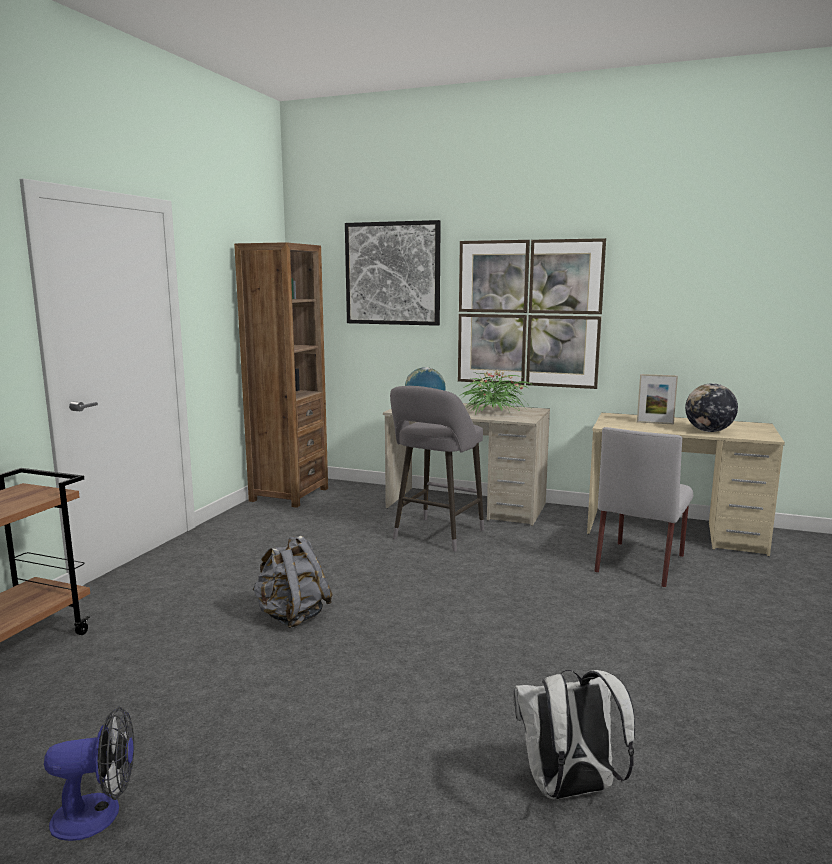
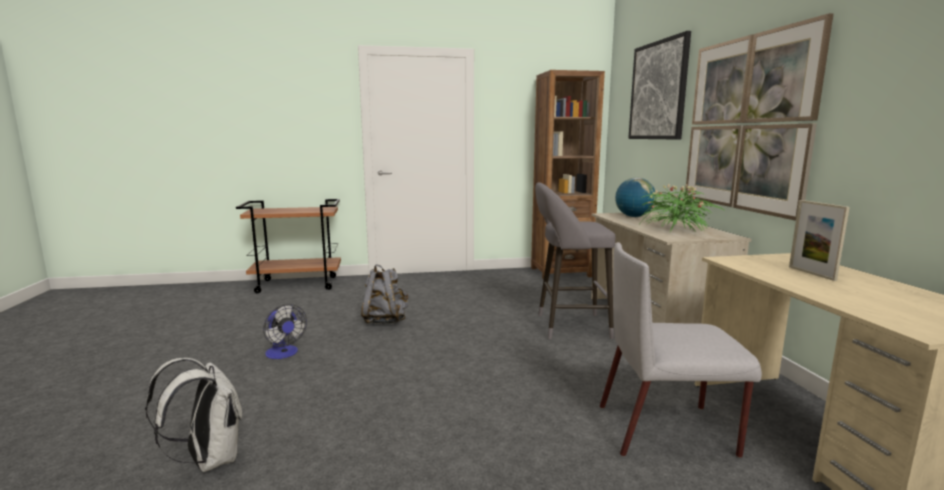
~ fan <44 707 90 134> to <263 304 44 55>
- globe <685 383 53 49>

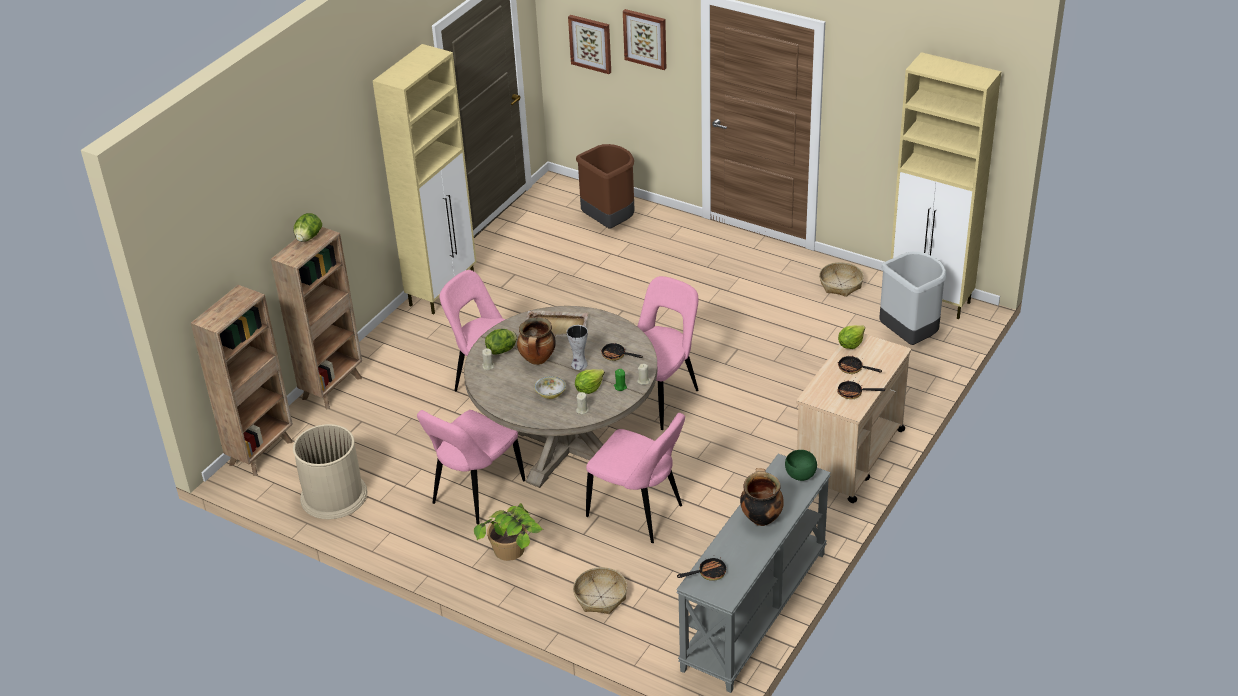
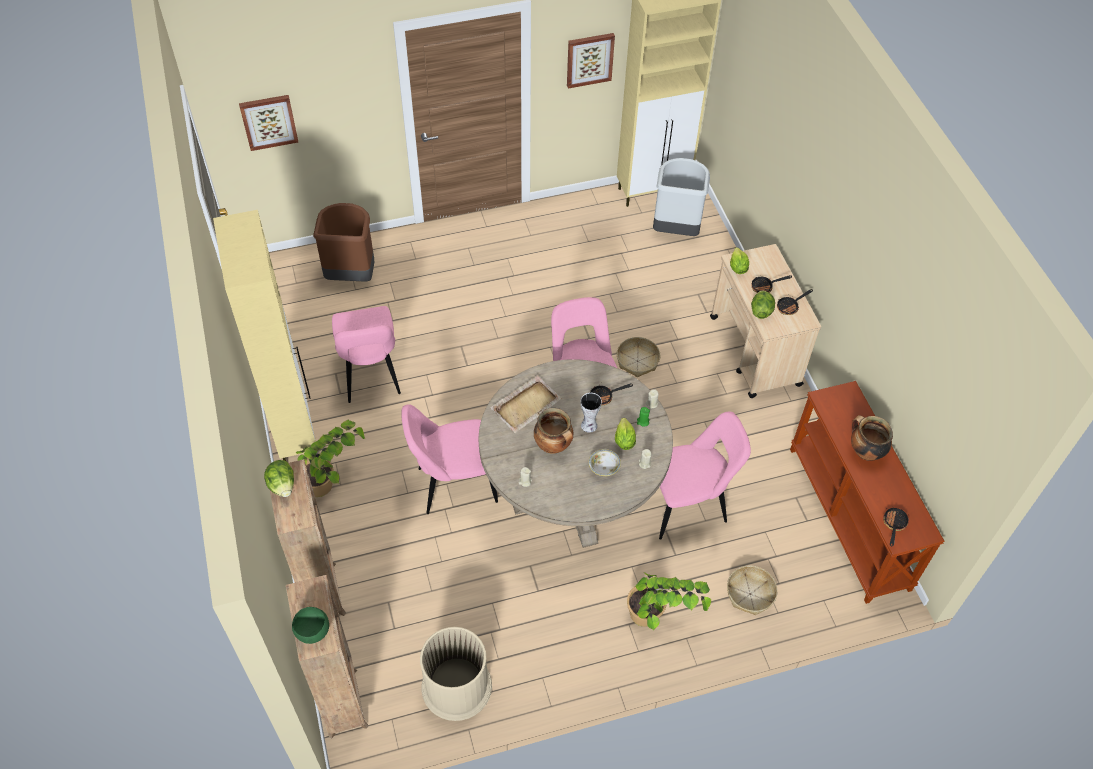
~ green bowl <785 450 32 31> to <292 607 37 37>
+ potted plant <296 420 69 77>
~ pink chair <417 410 108 115> to <332 306 69 97>
~ picture <623 9 43 61> to <567 33 48 56>
~ basket <819 262 45 35> to <617 337 44 40>
~ lettuce <485 329 32 26> to <751 291 24 28>
~ grey console table <676 454 155 239> to brown console table <790 381 155 223>

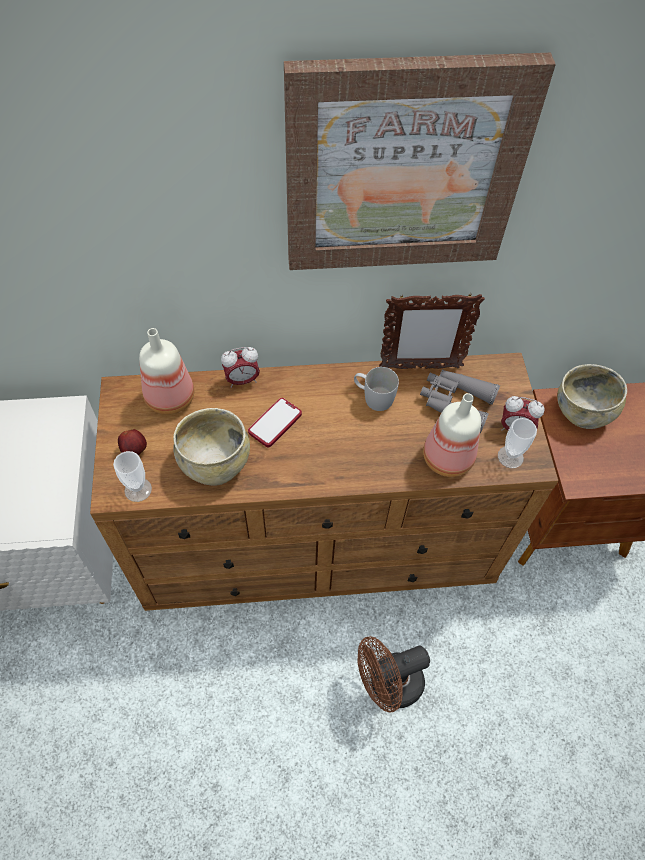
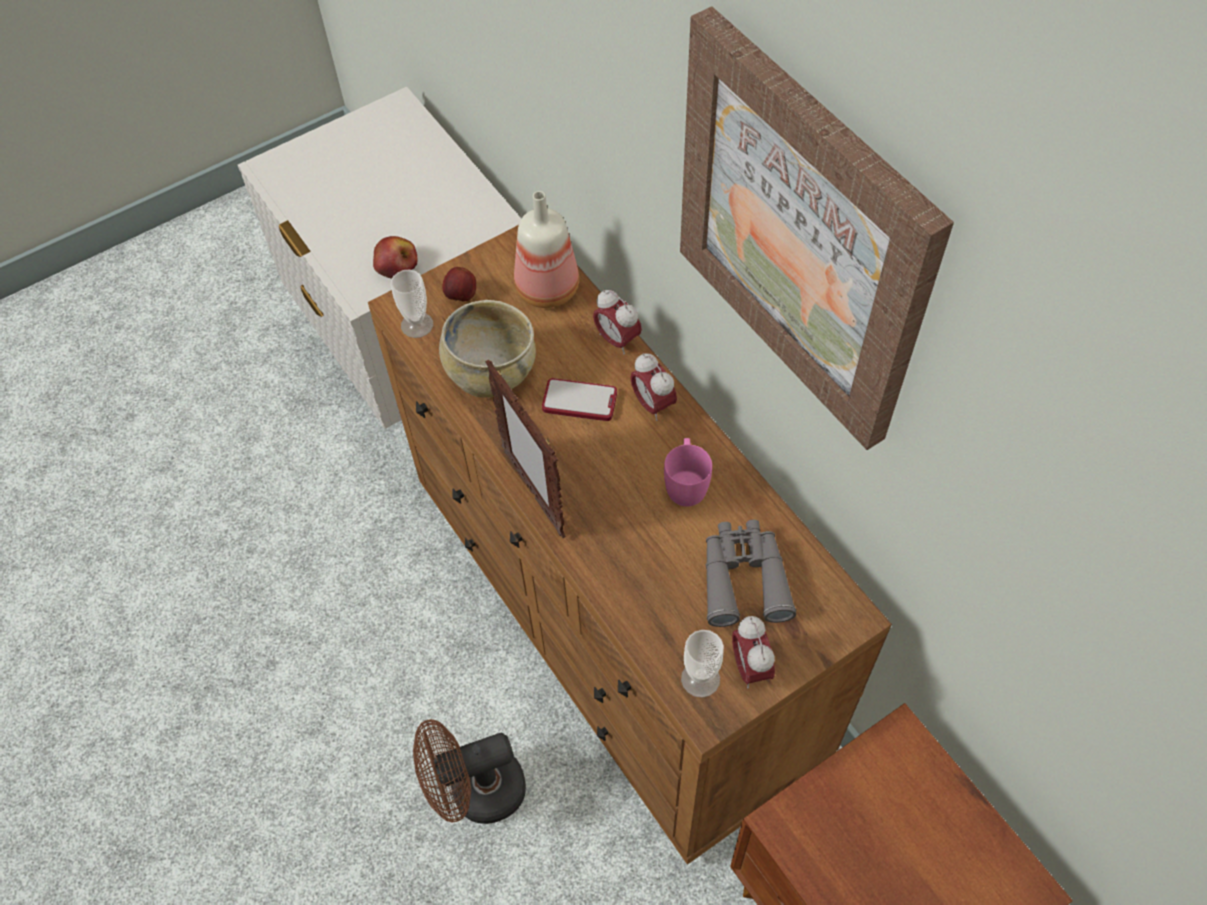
+ apple <373 236 45 43>
~ brown fan <357 636 73 76> = <413 719 113 105> 60 degrees counterclockwise
~ picture frame <379 293 106 76> to <485 360 81 178>
+ alarm clock <630 353 47 68>
~ white mug <354 367 45 44> to pink mug <664 438 48 68>
- bottle <423 393 58 84>
- beige bowl <557 364 70 65>

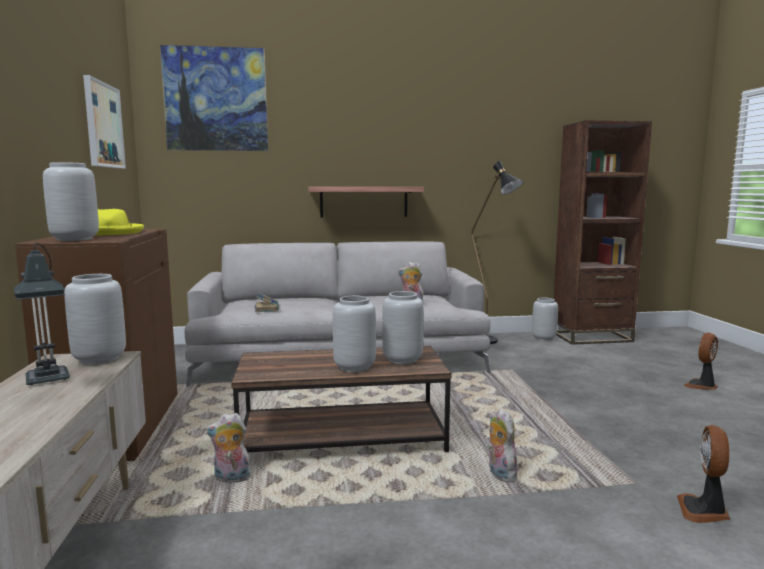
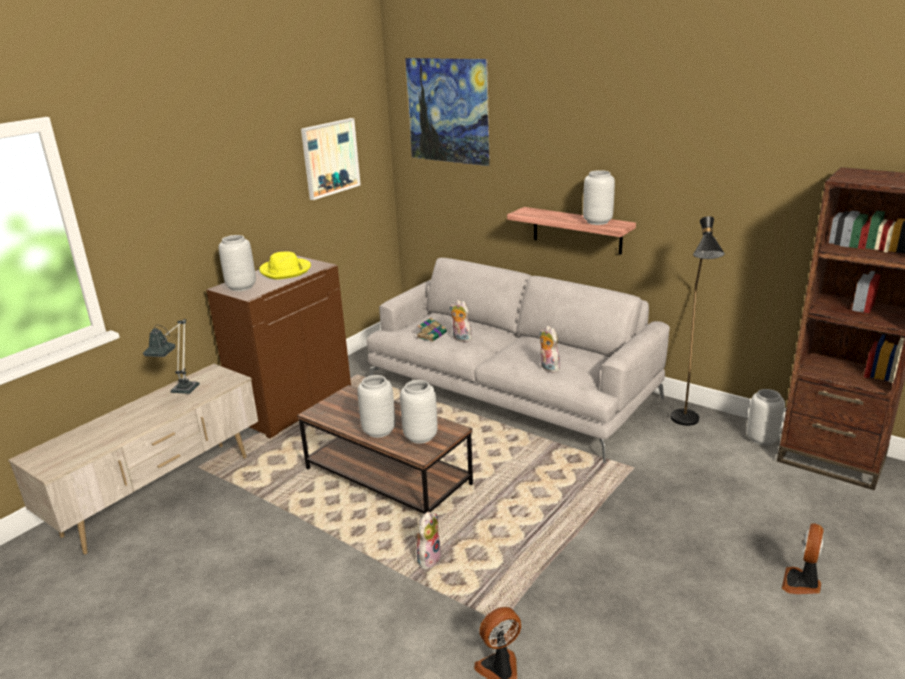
~ plush toy <206 413 47 70> to <450 300 22 42>
~ grey vase <64 274 62 91> to <583 170 32 55>
~ fan <683 332 35 58> = <782 523 42 71> 60 degrees counterclockwise

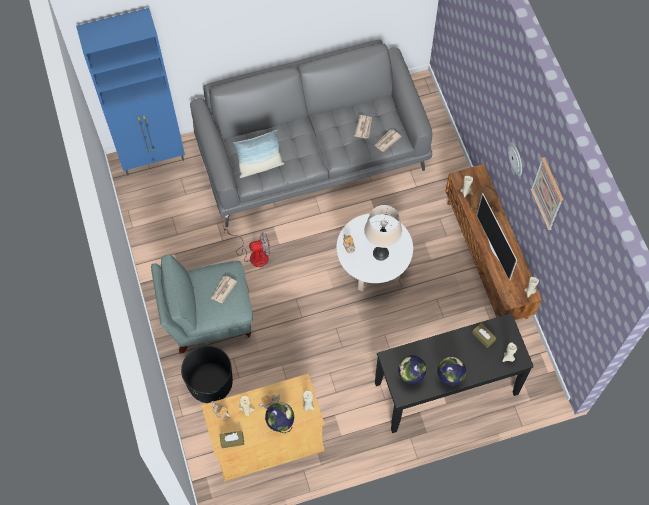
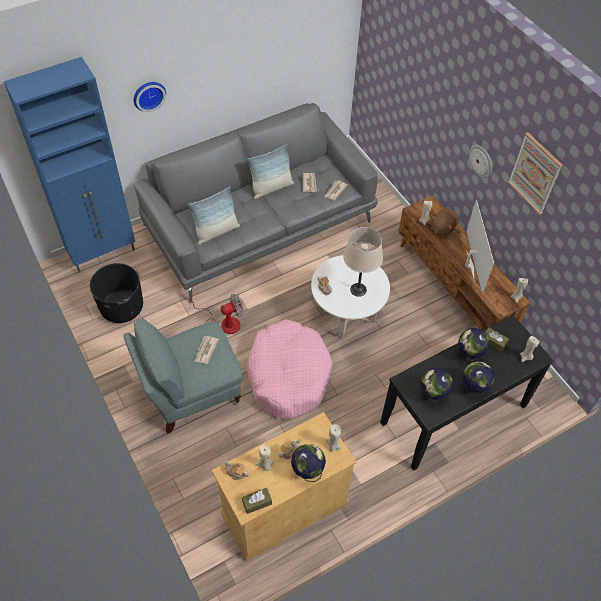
~ black planter <181 345 52 58> to <90 263 53 60>
+ wall clock <134 82 32 30>
+ pink dog bed <246 319 87 100>
+ pillow <247 144 47 56>
+ globe <458 328 32 33>
~ television <477 193 40 88> = <465 200 29 93> 150 degrees counterclockwise

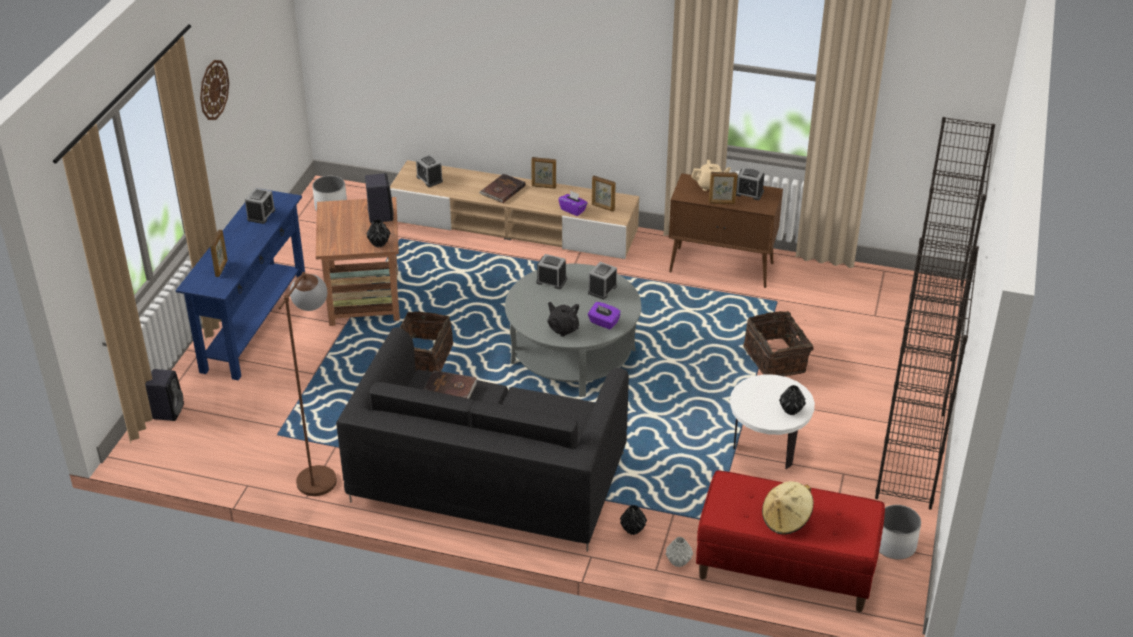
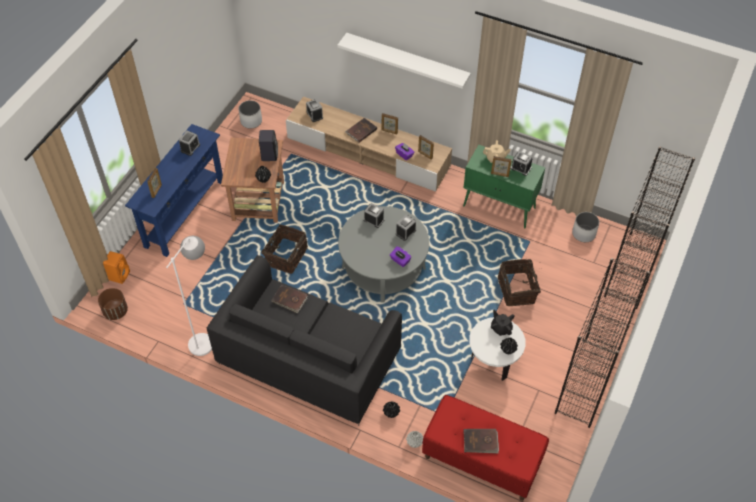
+ brown planter <98 288 30 32>
~ black speaker <145 369 39 52> to orange speaker <103 251 27 33>
~ brown floor lamp <279 272 58 224> to white floor lamp <166 236 46 120>
+ white shelf <337 33 134 56>
~ brown cabinet <669 173 114 115> to green cabinet <463 145 82 84>
~ beige hat <762 481 52 54> to brown book <463 429 36 25>
~ black teapot <547 302 32 35> to <491 310 24 26>
~ white planter <879 505 42 54> to <572 212 27 30>
- wall clock <200 60 29 60>

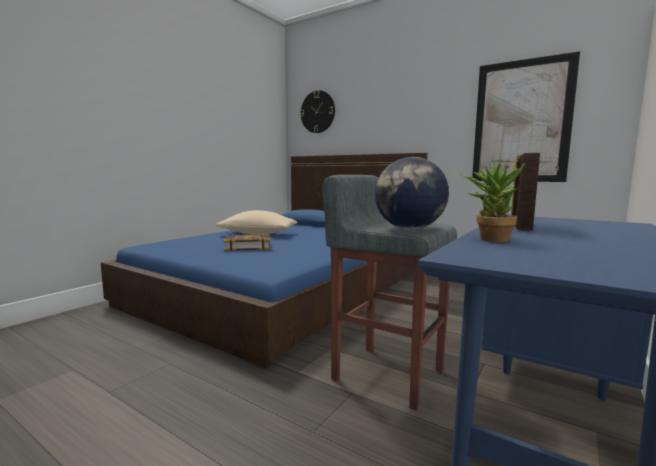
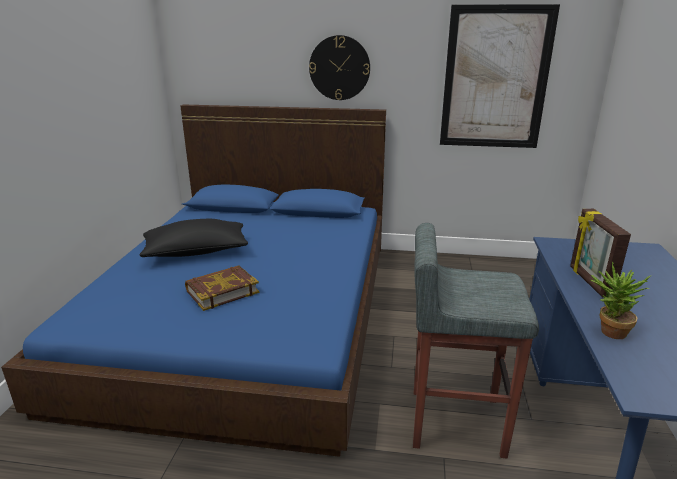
~ beige pillow <215 210 82 25> to black pillow <140 219 108 38>
~ wall clock <300 90 35 43> to <309 35 61 65>
- globe <375 157 74 73>

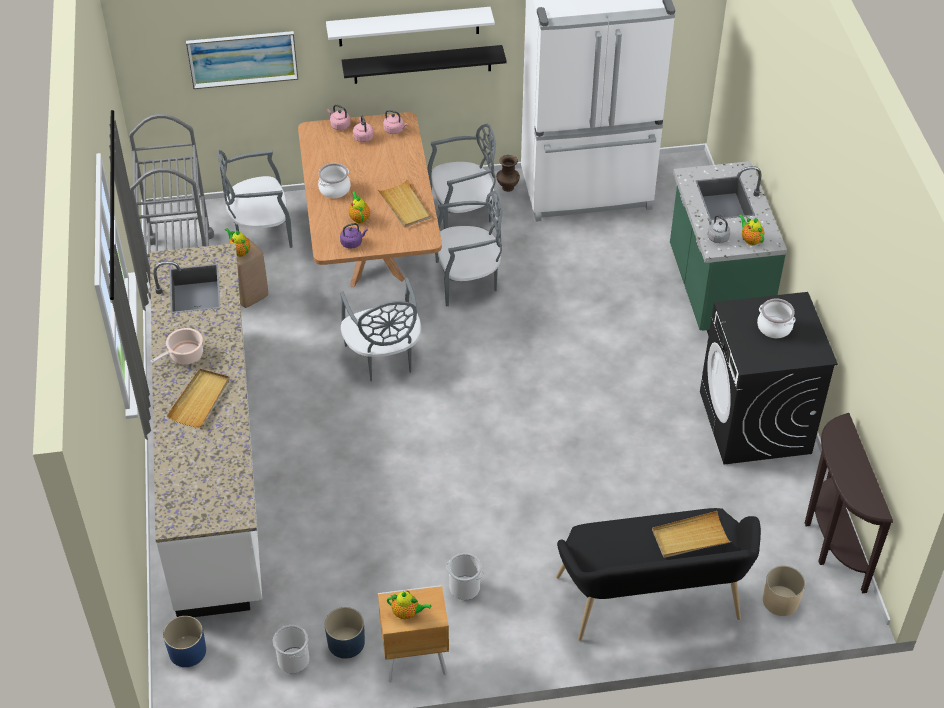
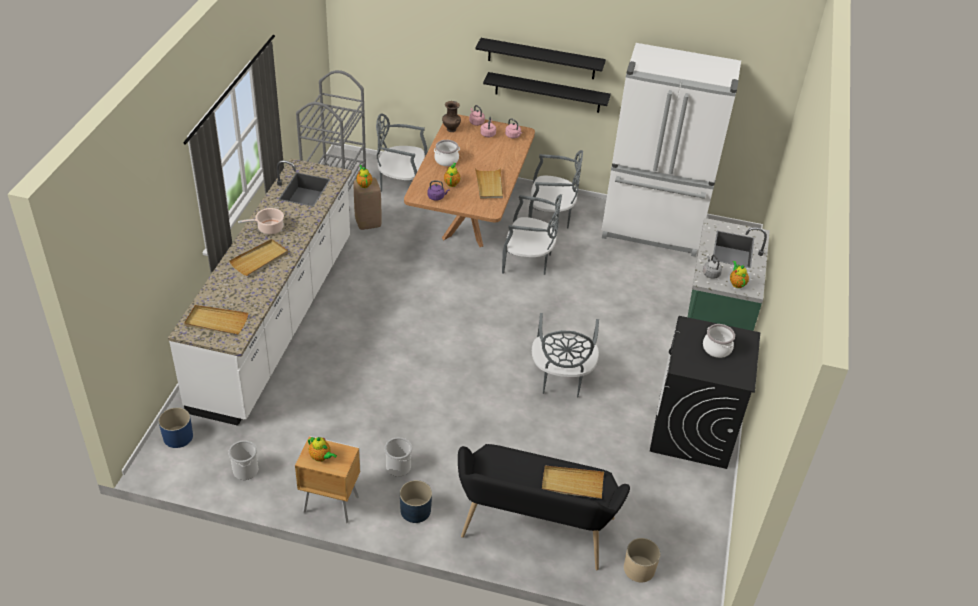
+ beige tray <184 305 64 30>
~ blue planter <325 607 40 52> to <400 480 32 43>
~ brown vase <496 155 24 37> to <442 101 19 31>
~ white shelf <326 7 169 39> to black shelf <475 38 131 41>
~ grey chair <340 278 81 104> to <532 313 67 85>
- picture <186 31 113 58>
- brown console table <805 413 88 180>

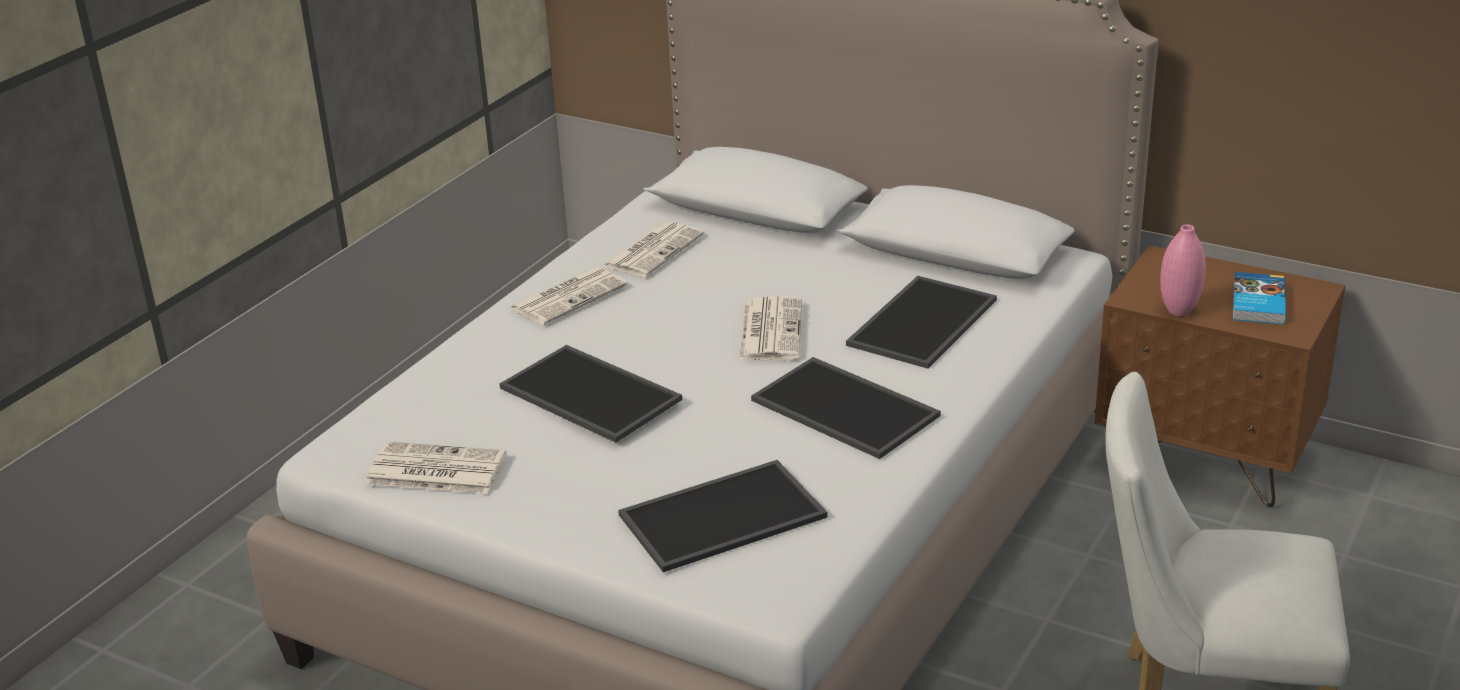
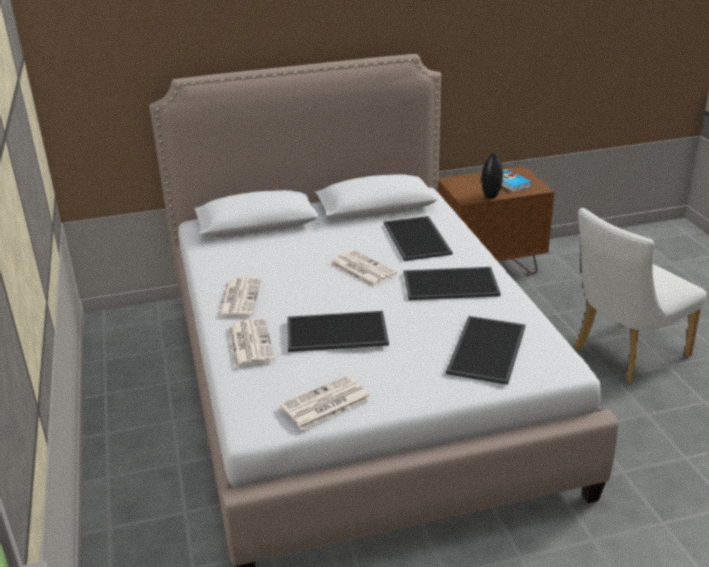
~ newspaper <603 221 101 56> to <229 318 46 49>
~ pink vase <1160 225 46 91> to black vase <481 153 22 46>

